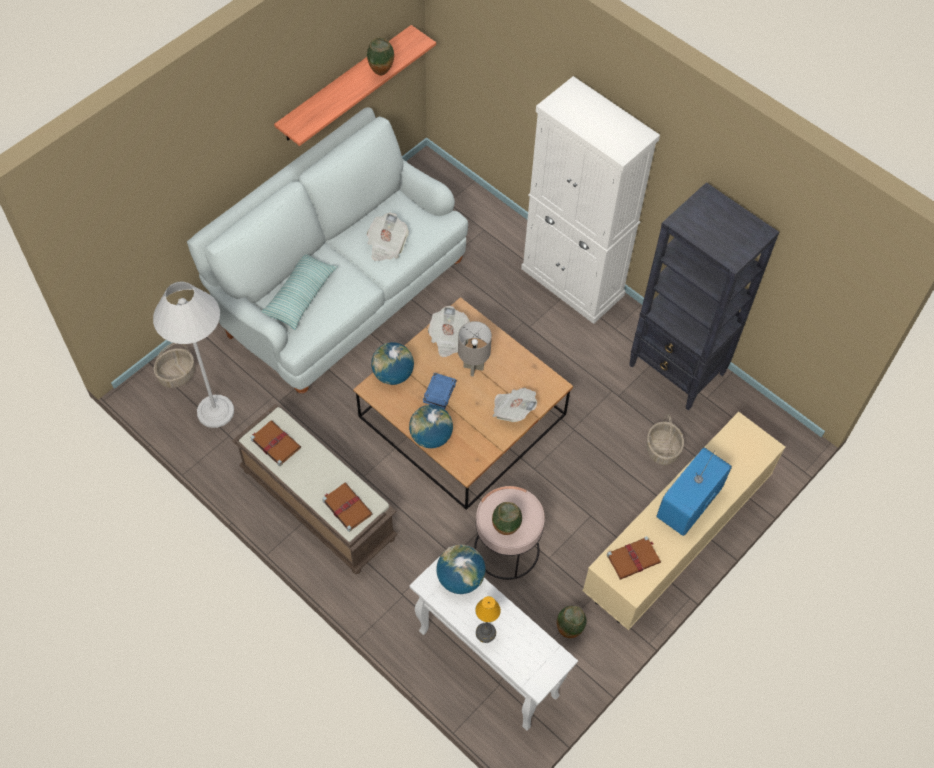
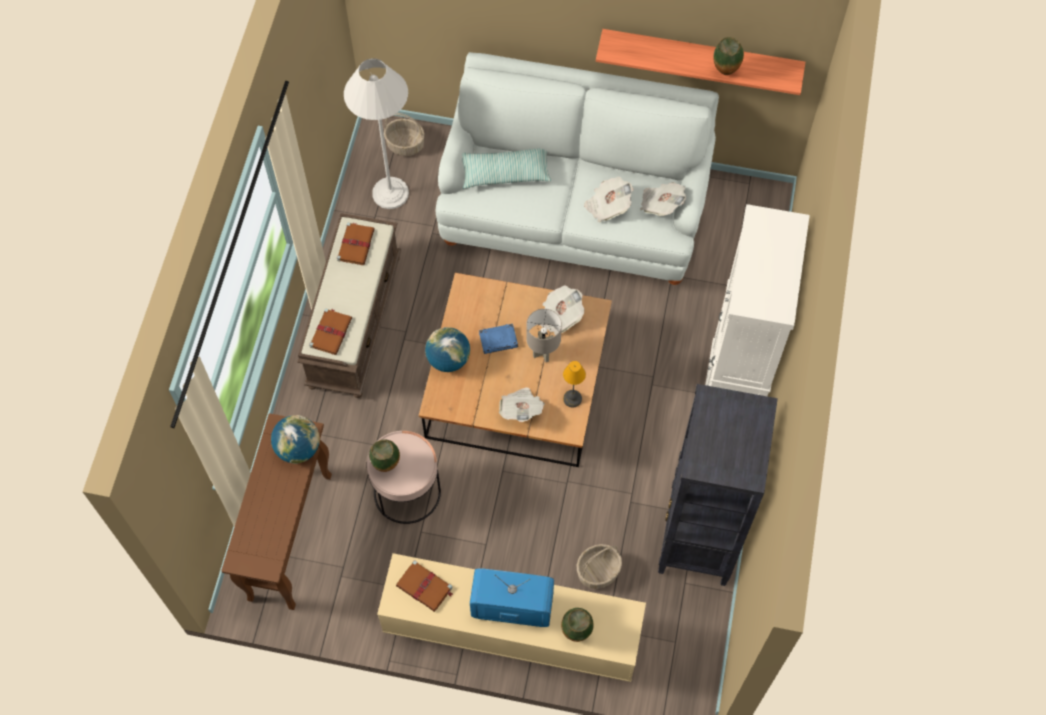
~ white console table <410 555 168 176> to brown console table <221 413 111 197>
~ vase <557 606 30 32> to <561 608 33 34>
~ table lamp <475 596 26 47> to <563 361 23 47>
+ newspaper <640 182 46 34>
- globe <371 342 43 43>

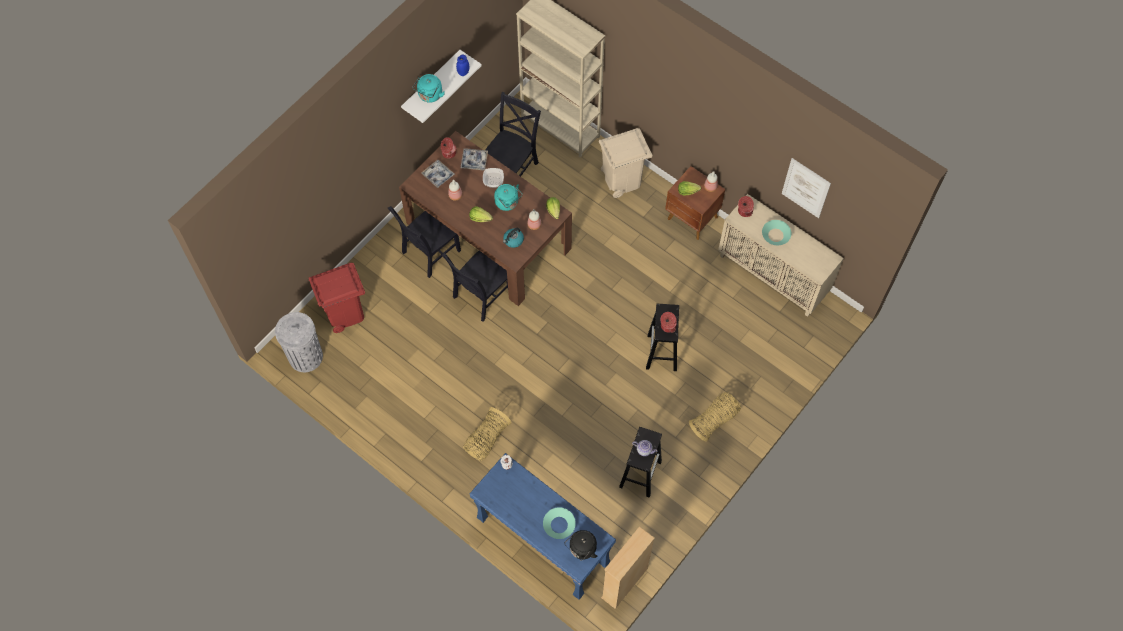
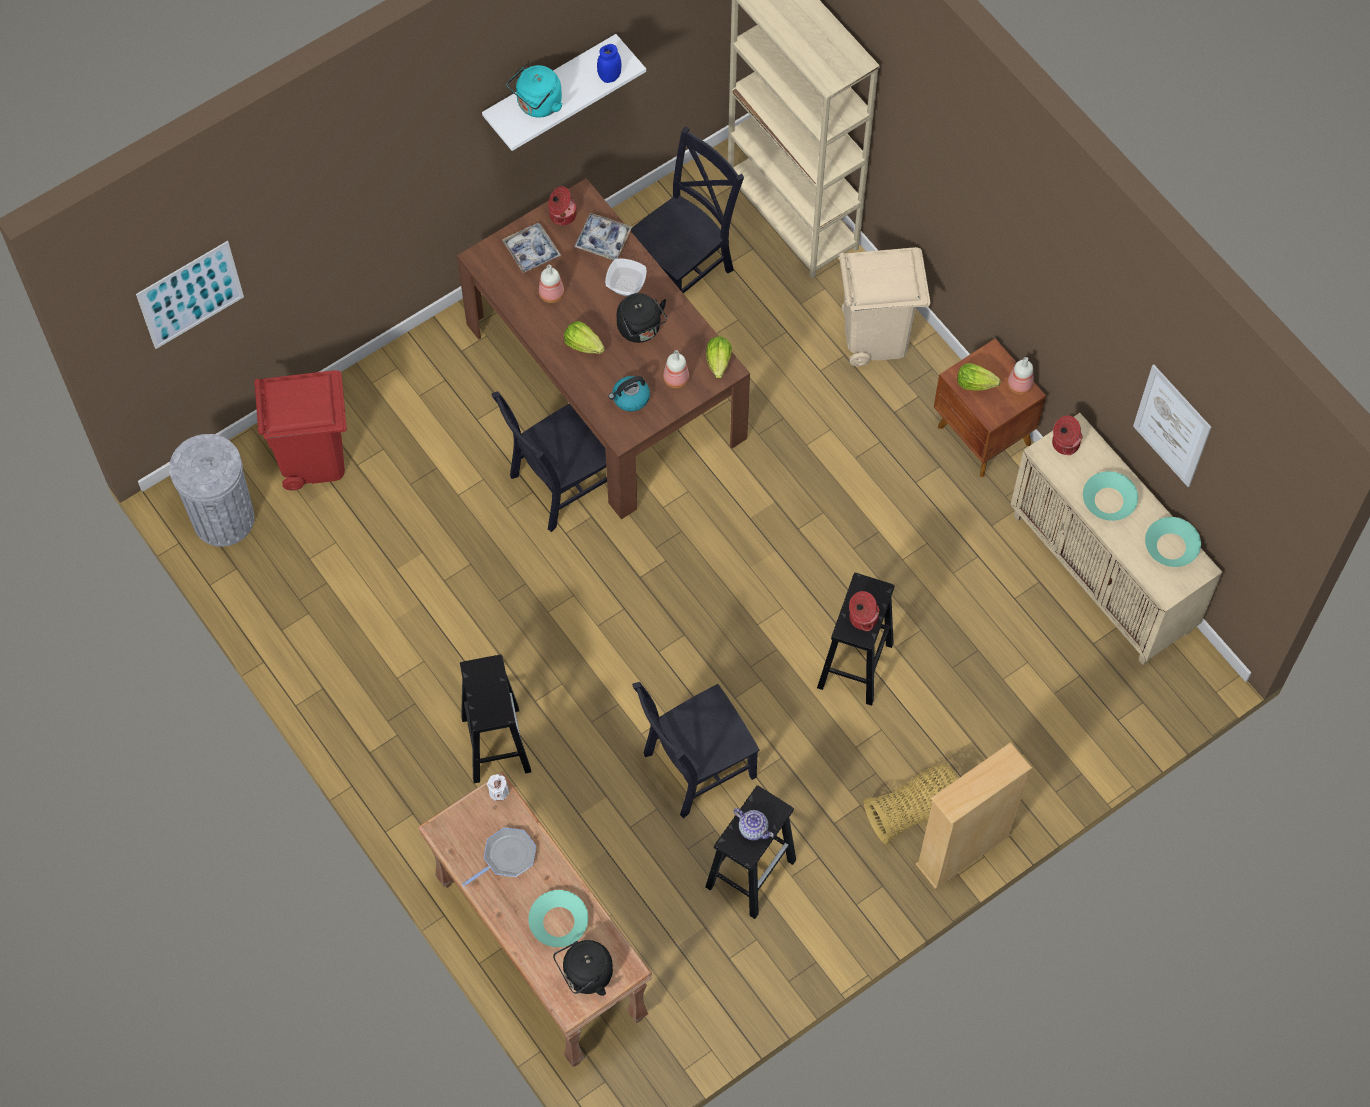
+ picture <136 241 108 108>
~ blue console table <470 453 146 147> to brown console table <418 771 234 296>
~ basket <463 407 49 54> to black stool <460 655 71 128>
+ frying pan <462 828 74 59>
~ turquoise kettle <494 184 29 27> to black kettle <616 293 51 50>
~ black chair <388 206 73 72> to <632 682 128 136>
~ beige bookcase <601 526 53 83> to <915 742 117 147>
+ turquoise bowl <1145 517 56 50>

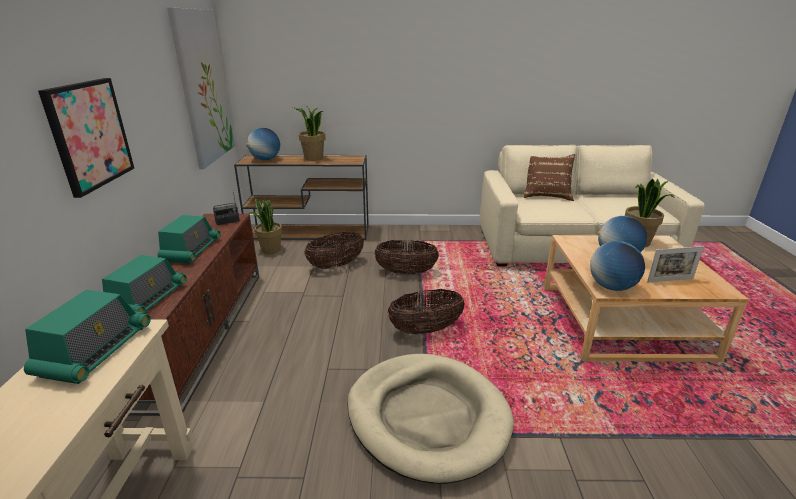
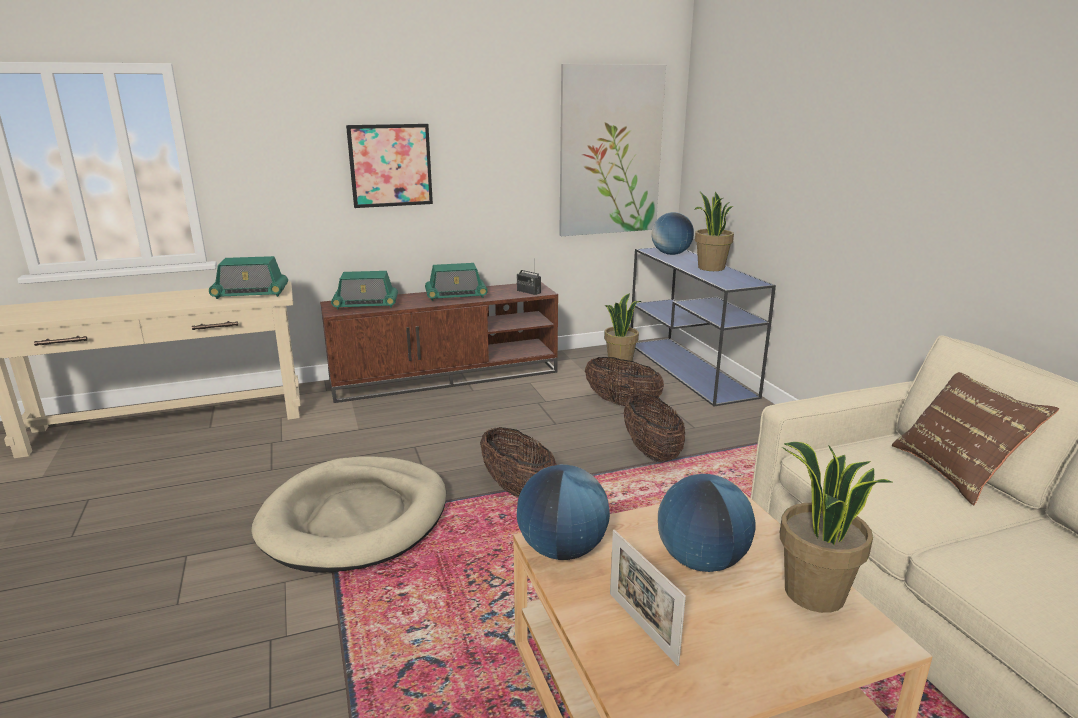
~ brown console table <234 155 135 85> to blue console table <631 247 145 160>

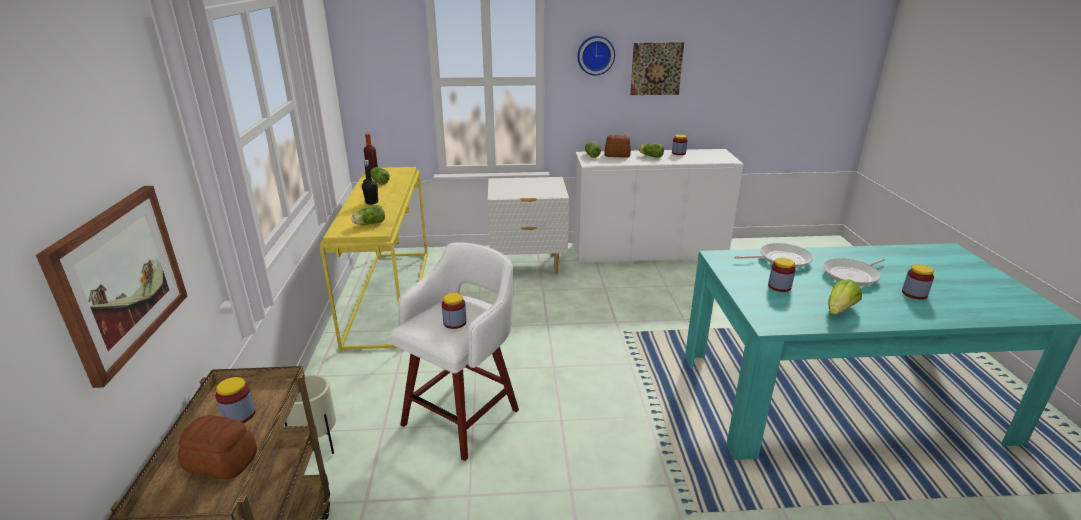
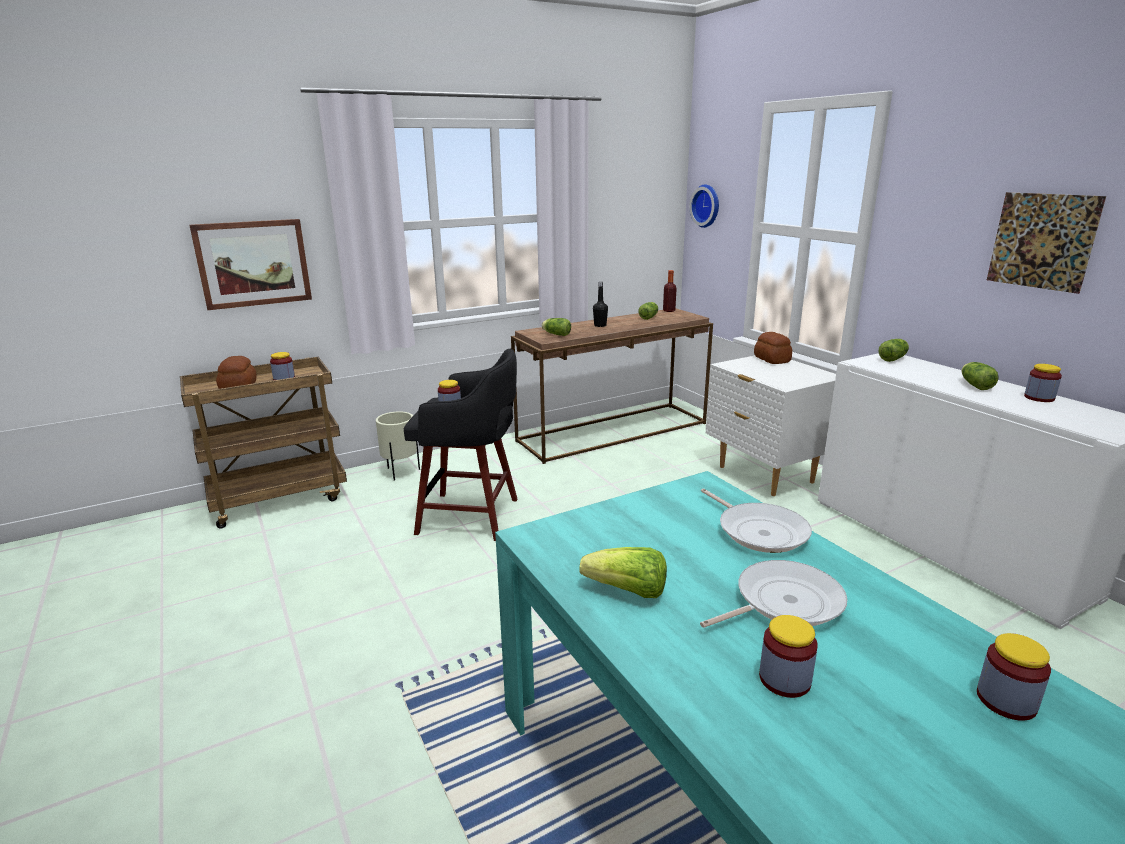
~ white stool <390 242 129 219> to black stool <403 348 115 193>
~ yellow console table <320 167 108 184> to brown console table <511 308 202 156>
~ wall clock <577 36 38 40> to <689 184 30 44>
~ frying pan <823 258 62 28> = <700 560 147 68> 120 degrees clockwise
~ bread <605 135 26 23> to <754 332 38 32>
~ jar <768 258 28 34> to <977 633 74 88>

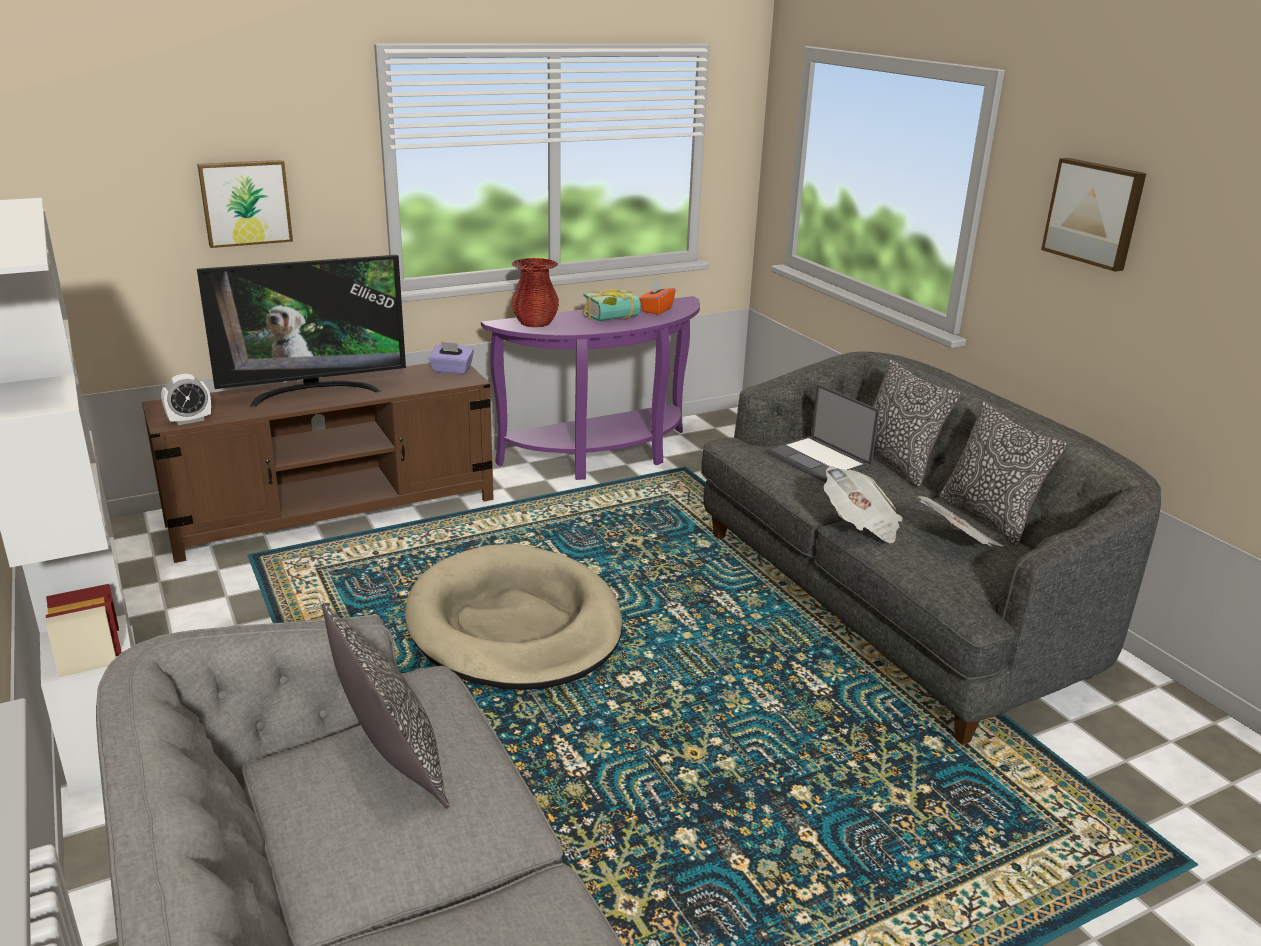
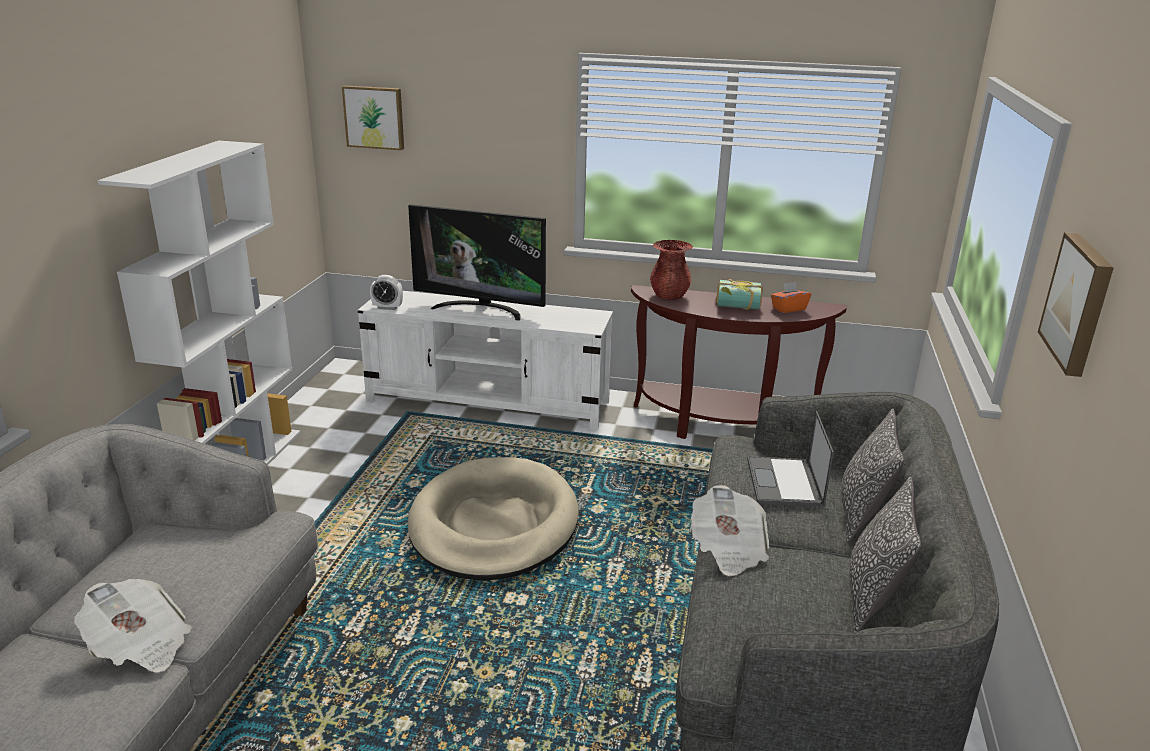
~ newspaper <918 496 85 51> to <74 579 118 93>
~ picture <197 160 96 88> to <342 85 62 65>
~ brown tv stand <142 363 352 200> to white tv stand <358 291 255 139>
~ purple console table <481 296 219 184> to brown console table <631 285 216 154>
- pillow <322 602 127 207>
- purple tissue box <429 342 45 33>

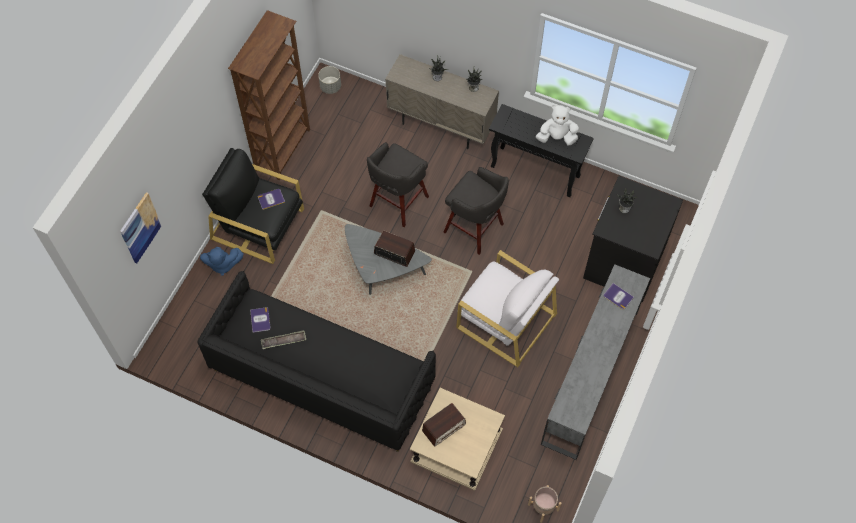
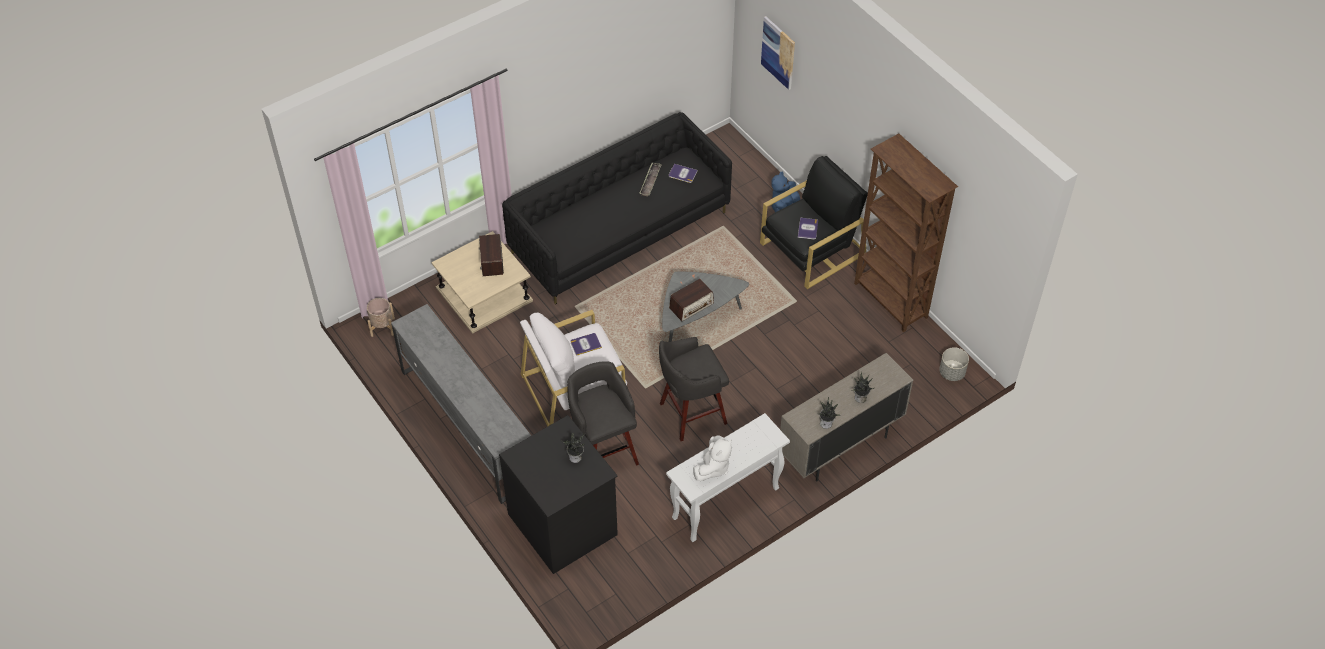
~ grey stool <367 142 62 85> to <568 361 71 104>
~ book <604 283 30 27> to <571 333 31 23>
~ black console table <489 104 105 93> to white console table <666 413 124 129>

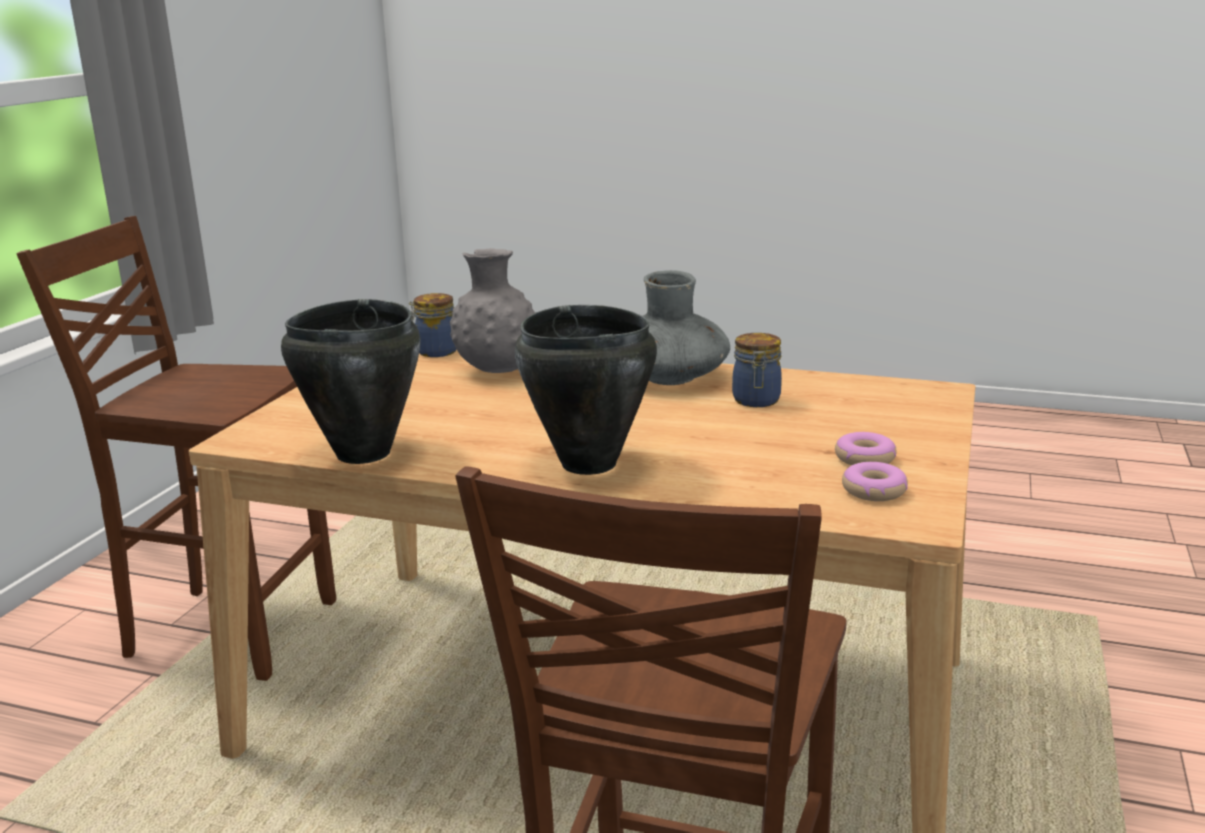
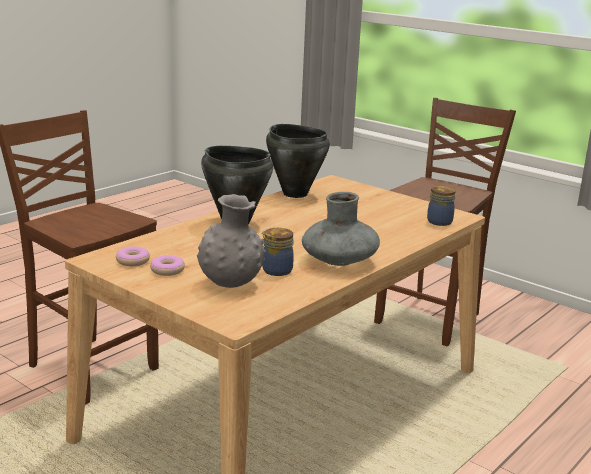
~ grey vase <450 248 86 125> to <197 194 69 94>

